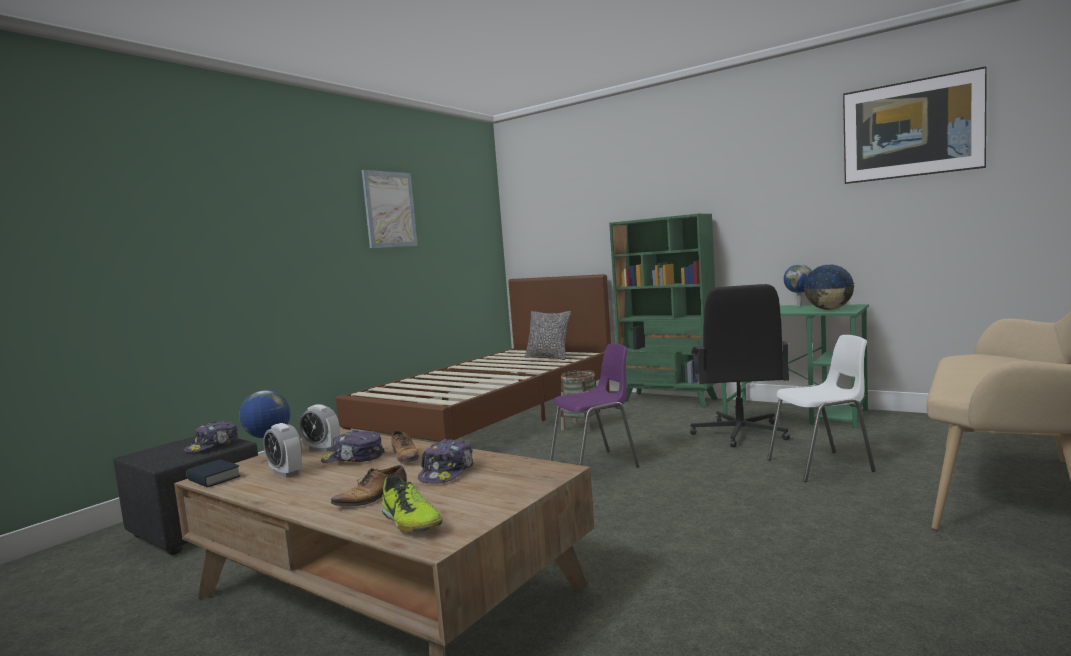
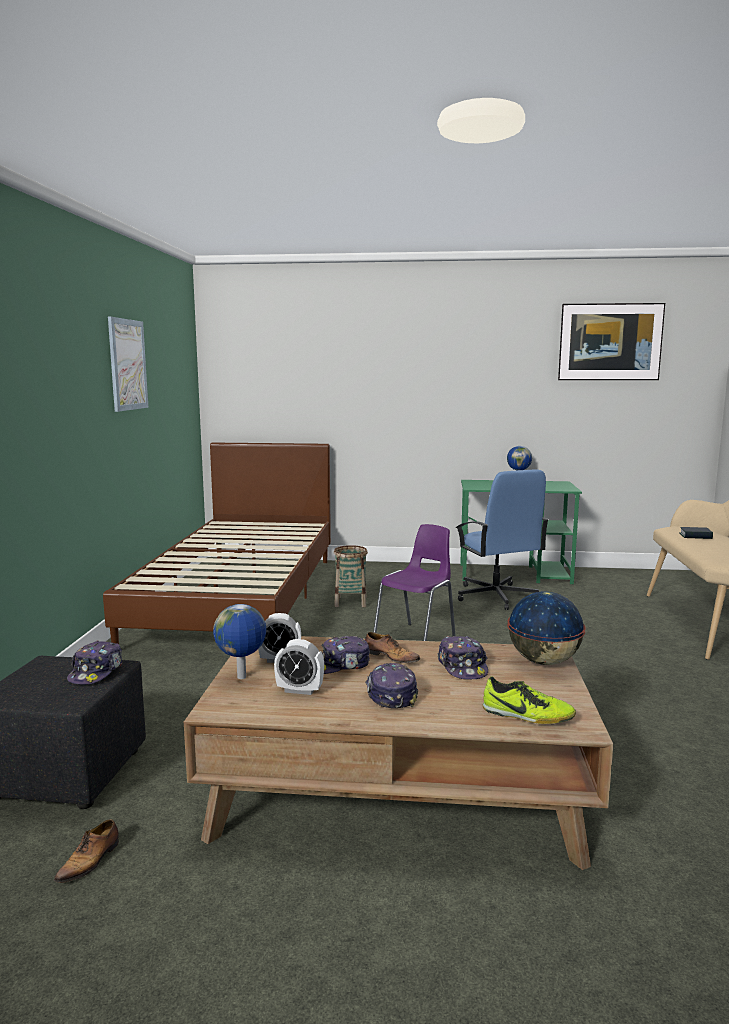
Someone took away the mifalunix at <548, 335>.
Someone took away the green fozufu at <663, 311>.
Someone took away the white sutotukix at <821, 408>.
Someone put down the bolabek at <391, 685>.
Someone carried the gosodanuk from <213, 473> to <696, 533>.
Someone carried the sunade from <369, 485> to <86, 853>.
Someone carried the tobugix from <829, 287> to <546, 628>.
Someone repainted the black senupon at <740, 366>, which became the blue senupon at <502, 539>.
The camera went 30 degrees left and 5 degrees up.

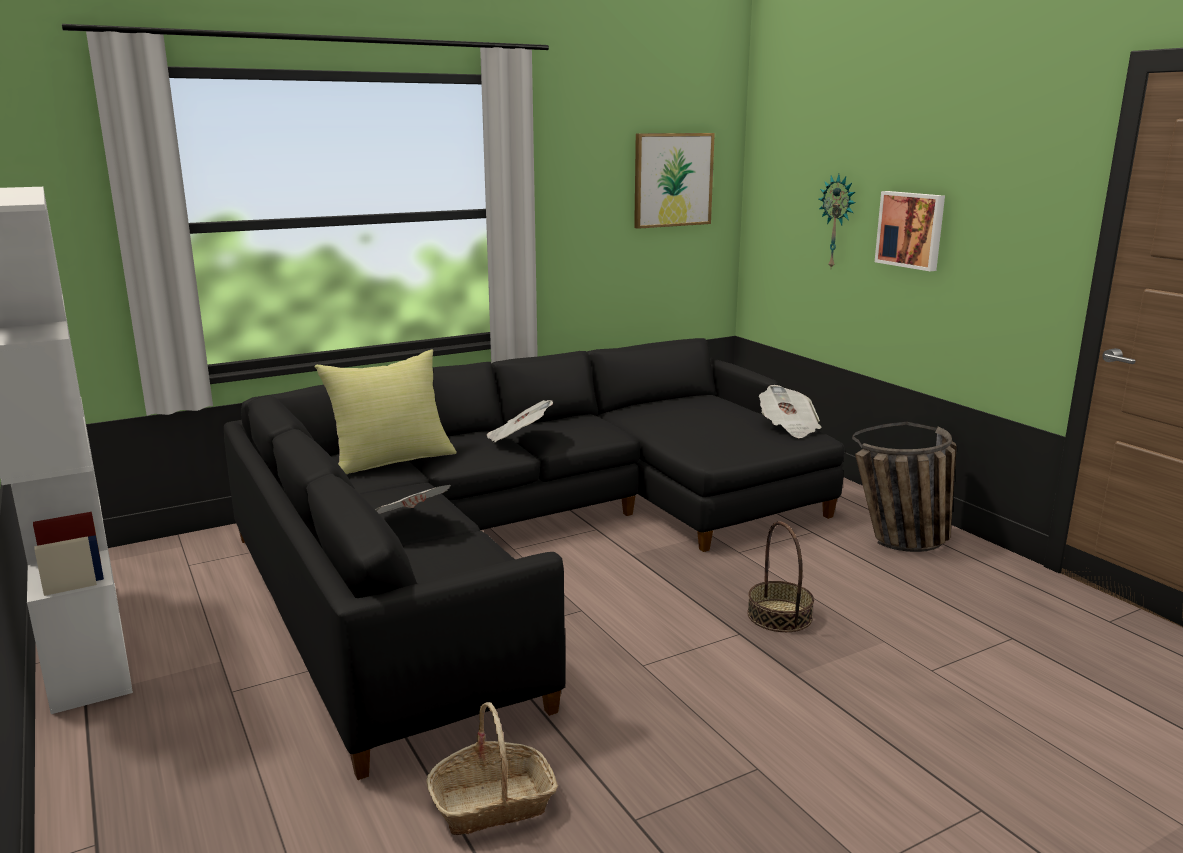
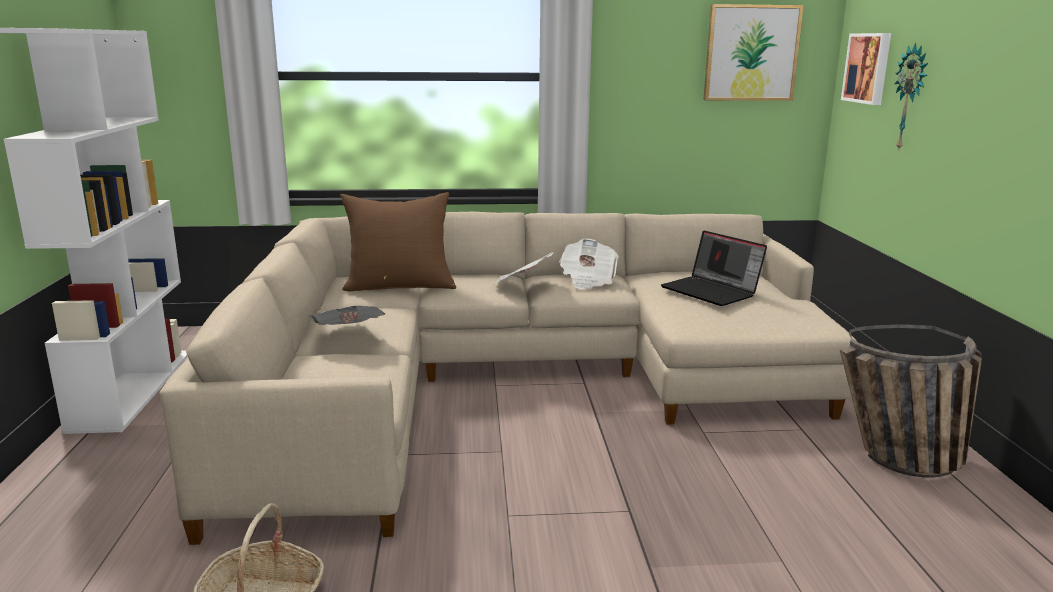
Someone took away the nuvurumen at <780, 576>.
Someone put down the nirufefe at <714, 268>.
Someone carried the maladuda from <790, 411> to <589, 263>.
Someone carried the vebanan from <910, 231> to <866, 69>.
Someone repainted the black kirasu at <534, 559>, which became the beige kirasu at <507, 378>.
Someone repainted the yellow mifalunix at <385, 411>, which became the brown mifalunix at <398, 242>.
The camera went 25 degrees right and 0 degrees up.

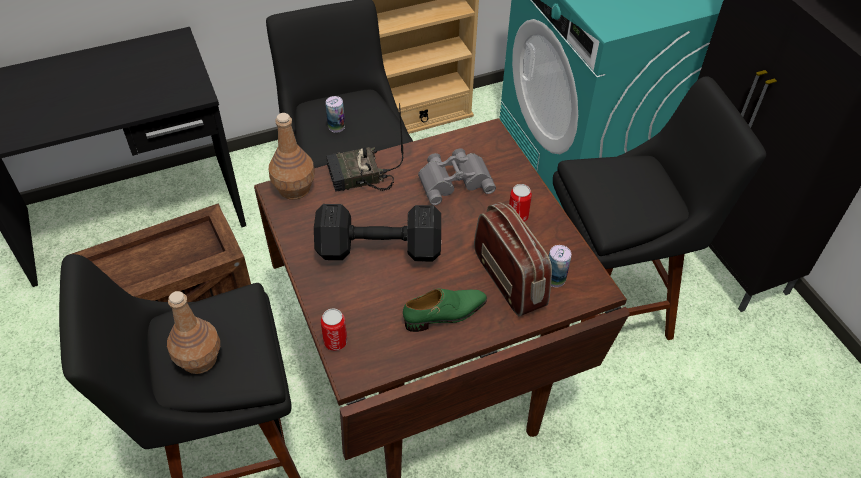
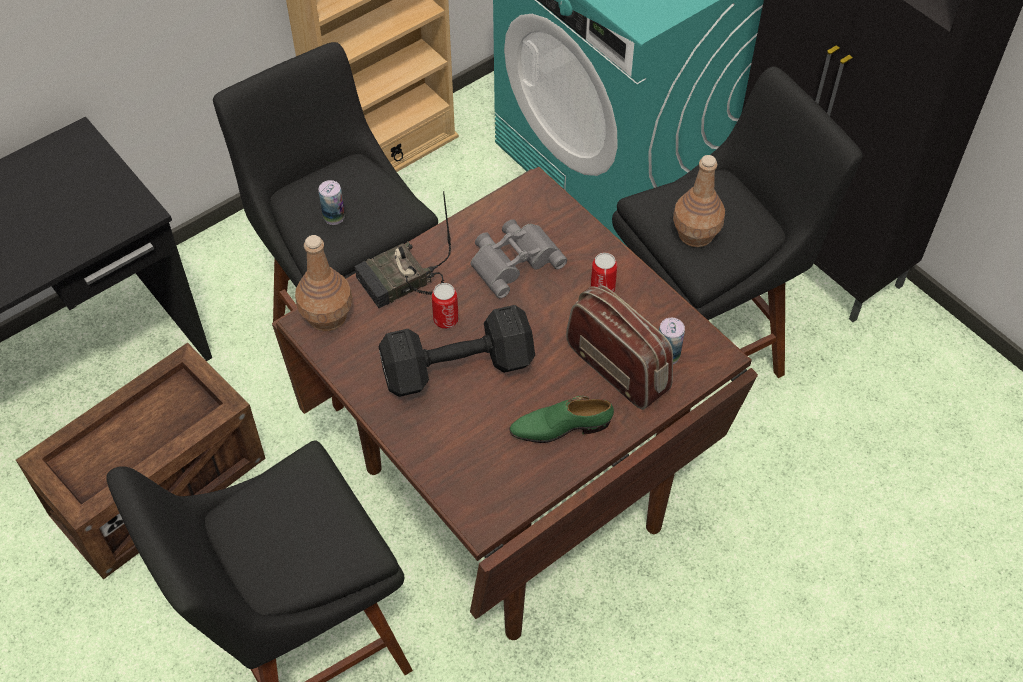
Someone carried the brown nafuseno from <193, 332> to <699, 201>.
Someone carried the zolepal from <334, 330> to <445, 306>.
Someone rotated the green sunade at <445, 310> by 150 degrees counterclockwise.
The camera went 15 degrees left and 5 degrees up.

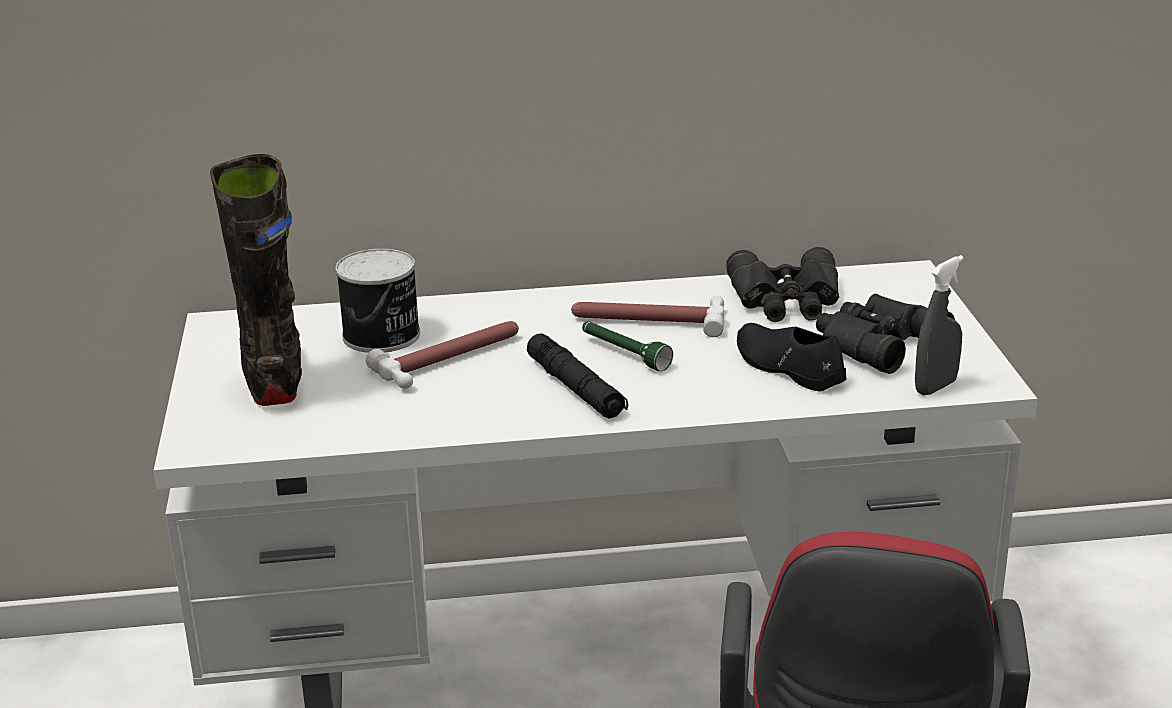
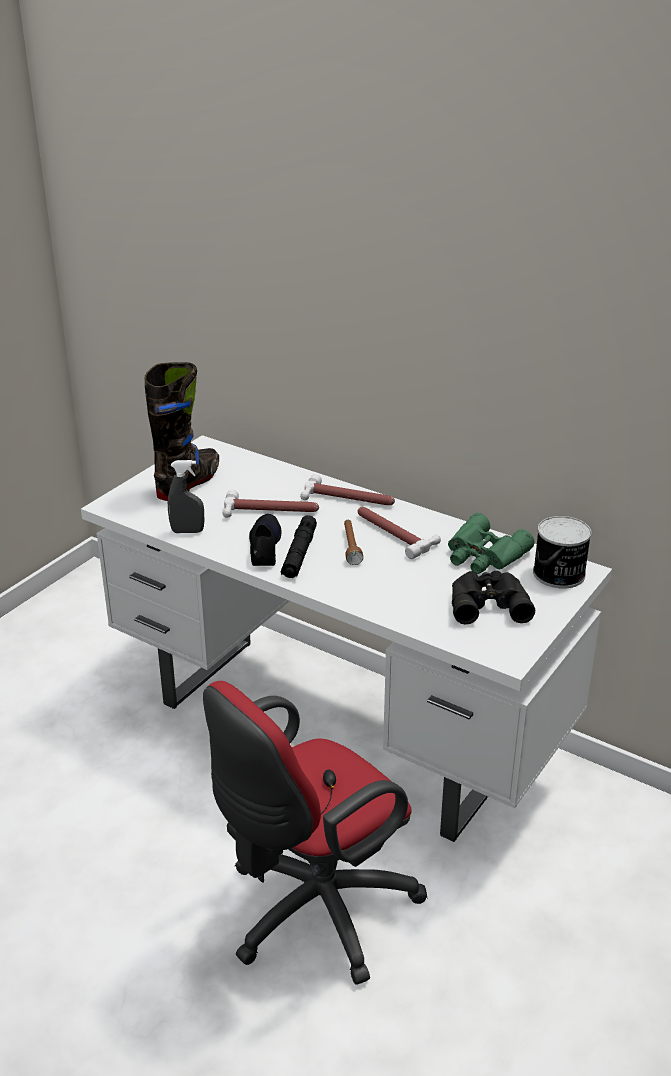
Someone put down the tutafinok at <347, 489>.
Someone carried the zolepal from <377, 301> to <562, 552>.
Someone carried the black sunade from <791, 357> to <265, 540>.
Someone carried the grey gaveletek from <939, 325> to <186, 496>.
Someone repainted the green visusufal at <627, 346>, which became the brown visusufal at <353, 542>.
Someone repainted the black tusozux at <782, 284>, which became the green tusozux at <491, 543>.
The camera went 40 degrees right and 5 degrees up.

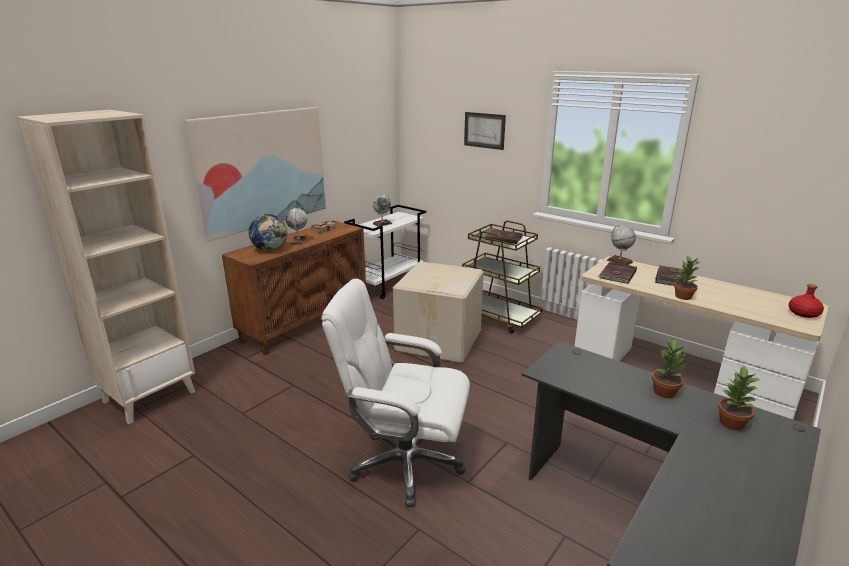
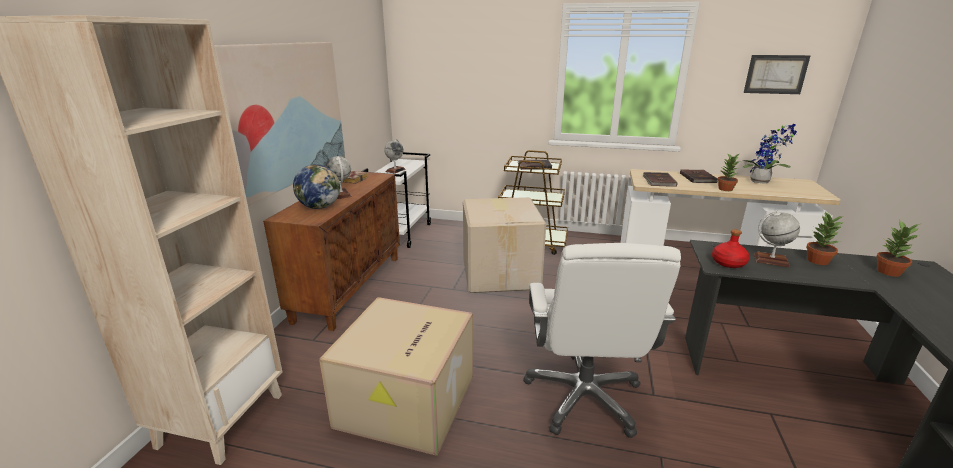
Someone put down the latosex at <396, 376>.
Someone put down the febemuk at <770, 154>.
Someone carried the vebanan from <485, 131> to <777, 74>.
Someone carried the tobugix from <621, 245> to <777, 239>.
Someone carried the red nafuseno from <806, 301> to <731, 248>.
Someone rotated the white senupon at <395, 393> by 75 degrees counterclockwise.
The camera went 25 degrees left and 0 degrees up.

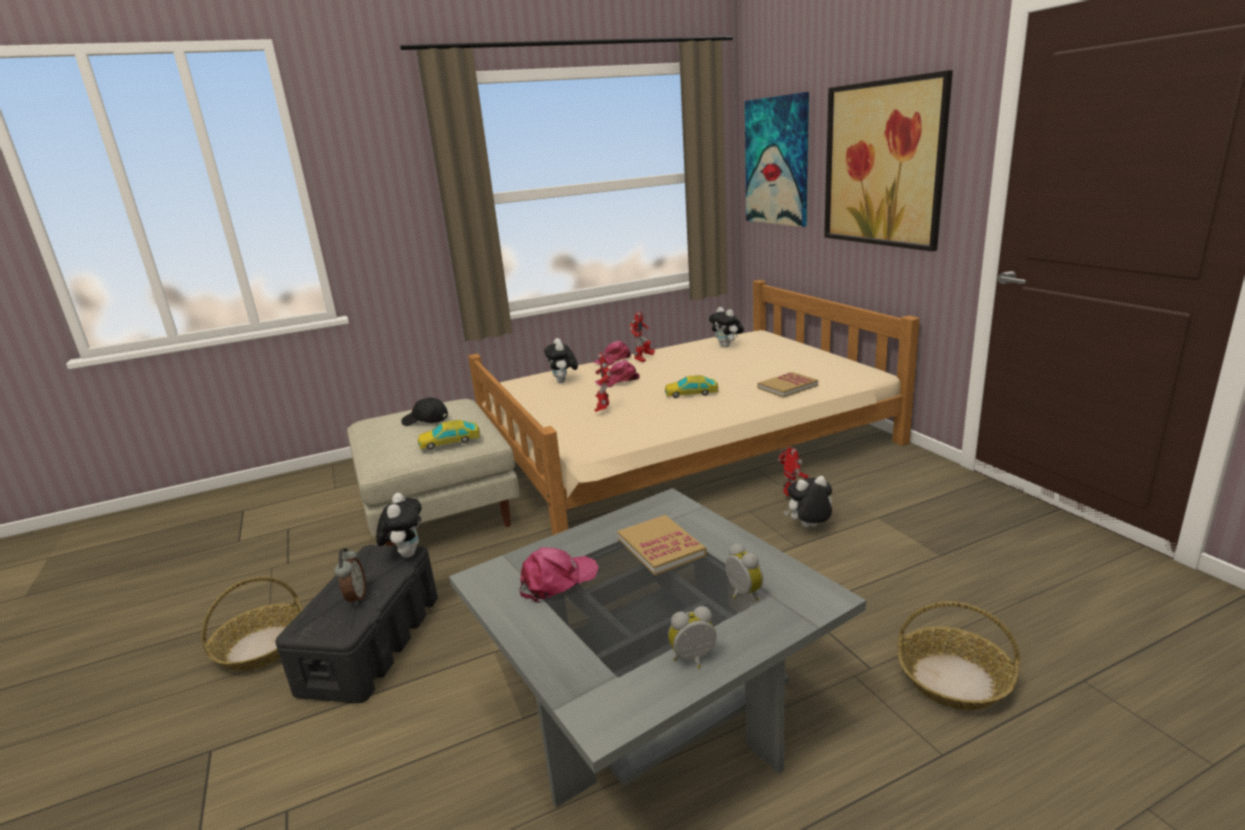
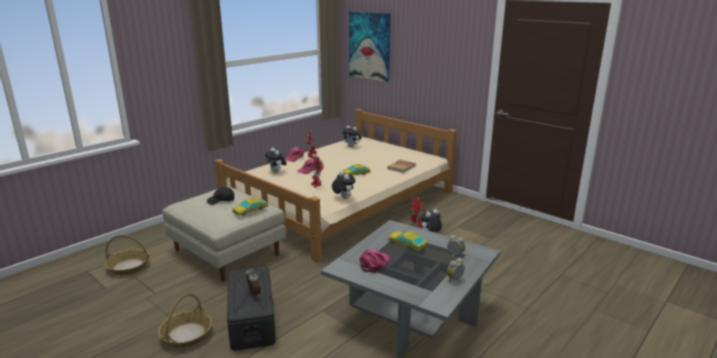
Someone took away the vebanan at <888, 160>.
Someone carried the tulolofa from <399, 525> to <343, 184>.
Someone carried the nuvurumen from <958, 656> to <127, 255>.
Someone swapped the gosodanuk at <662, 545> for the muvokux at <408, 241>.
The camera went 25 degrees left and 0 degrees up.

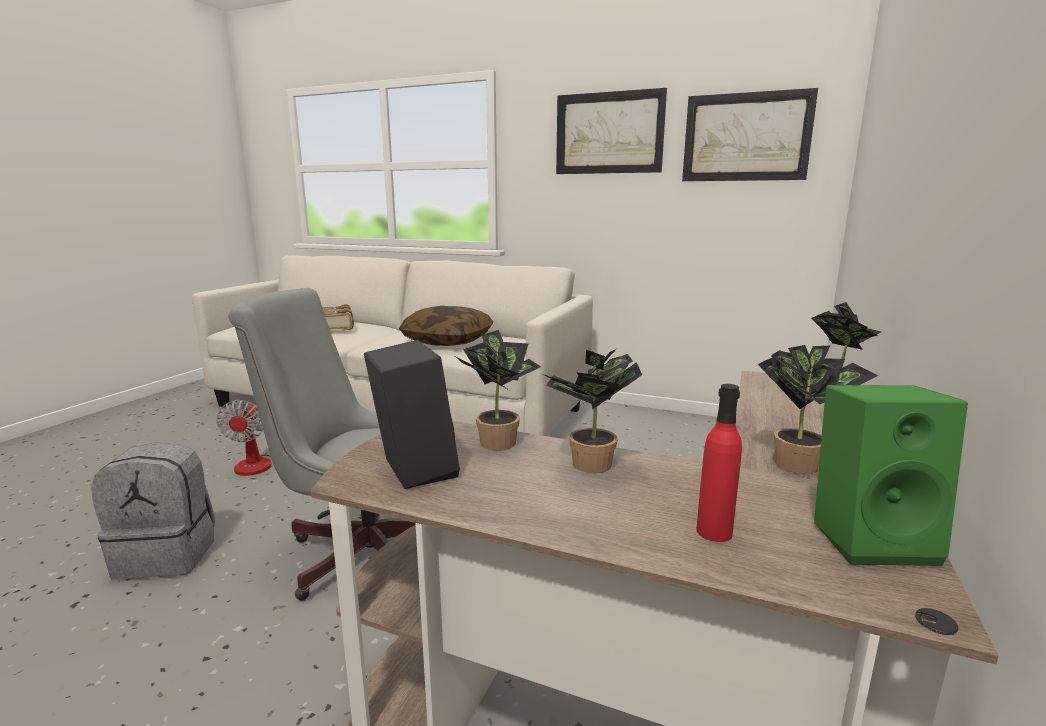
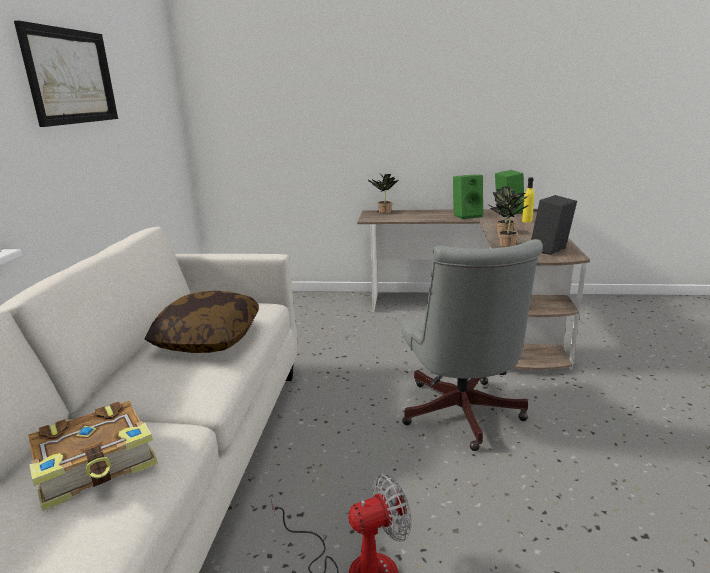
Someone took away the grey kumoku at <153, 511>.
Someone took away the vebanan at <750, 134>.
Someone swapped the febemuk at <818, 409> for the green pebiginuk at <468, 197>.
Someone repainted the red nafuseno at <719, 463>, which became the yellow nafuseno at <528, 199>.
The camera went 105 degrees left and 5 degrees up.

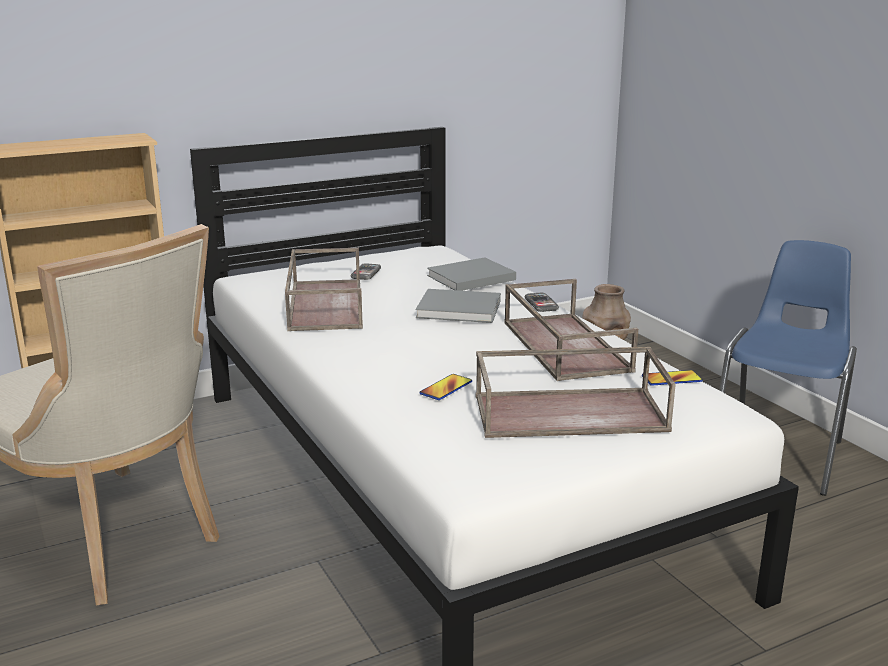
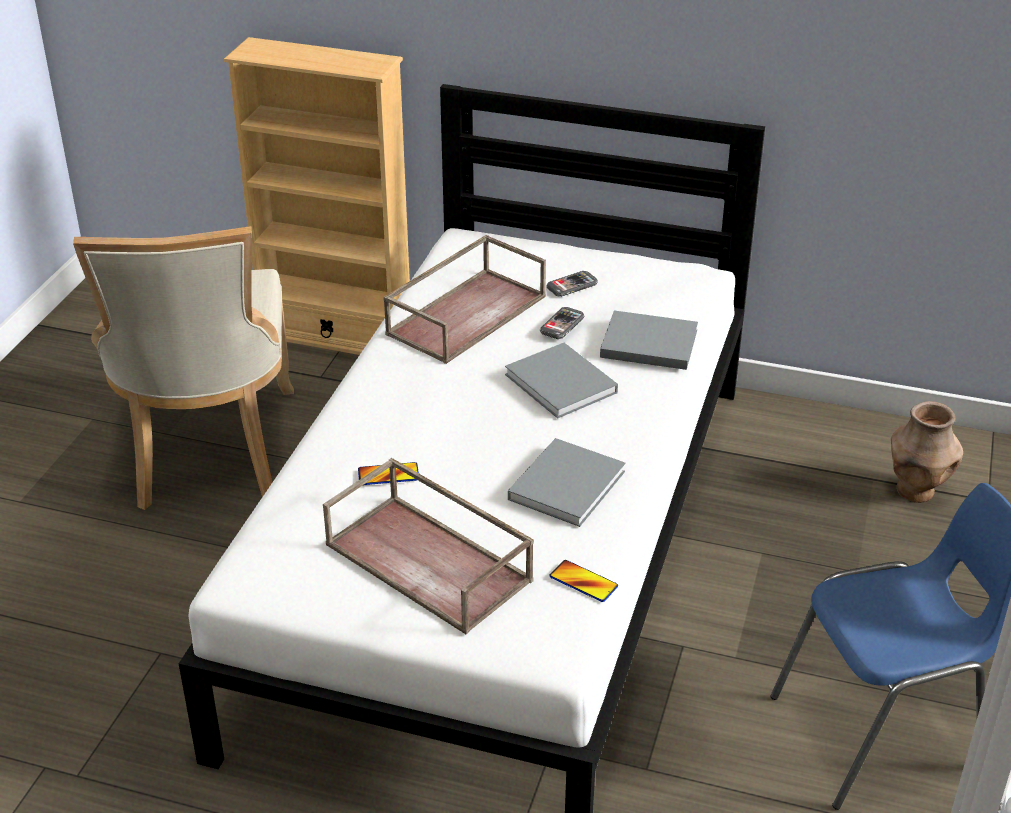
Someone carried the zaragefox from <541, 302> to <562, 323>.
Someone swapped the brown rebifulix at <571, 330> for the grey gosodanuk at <567, 482>.
The camera went 45 degrees right and 15 degrees up.

